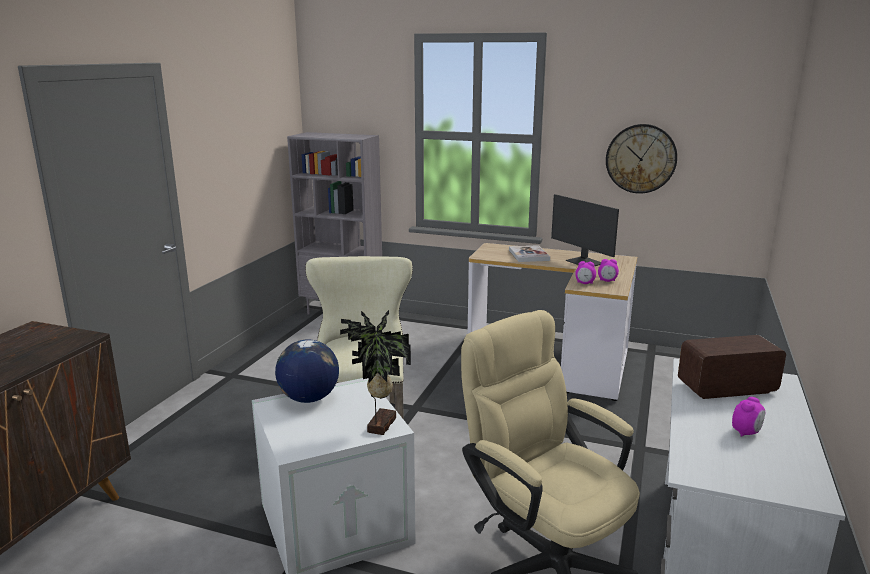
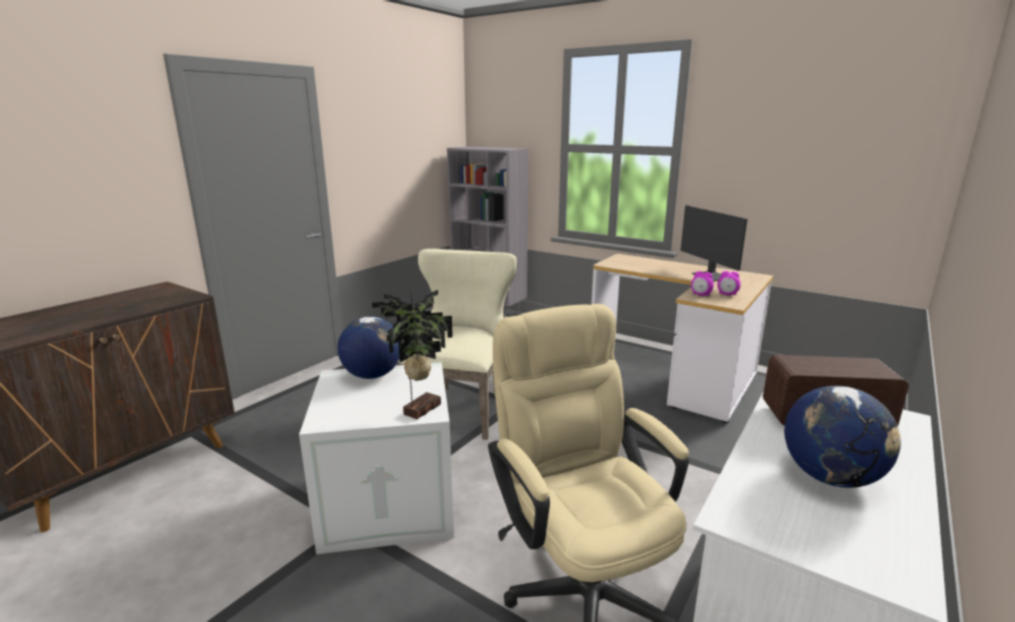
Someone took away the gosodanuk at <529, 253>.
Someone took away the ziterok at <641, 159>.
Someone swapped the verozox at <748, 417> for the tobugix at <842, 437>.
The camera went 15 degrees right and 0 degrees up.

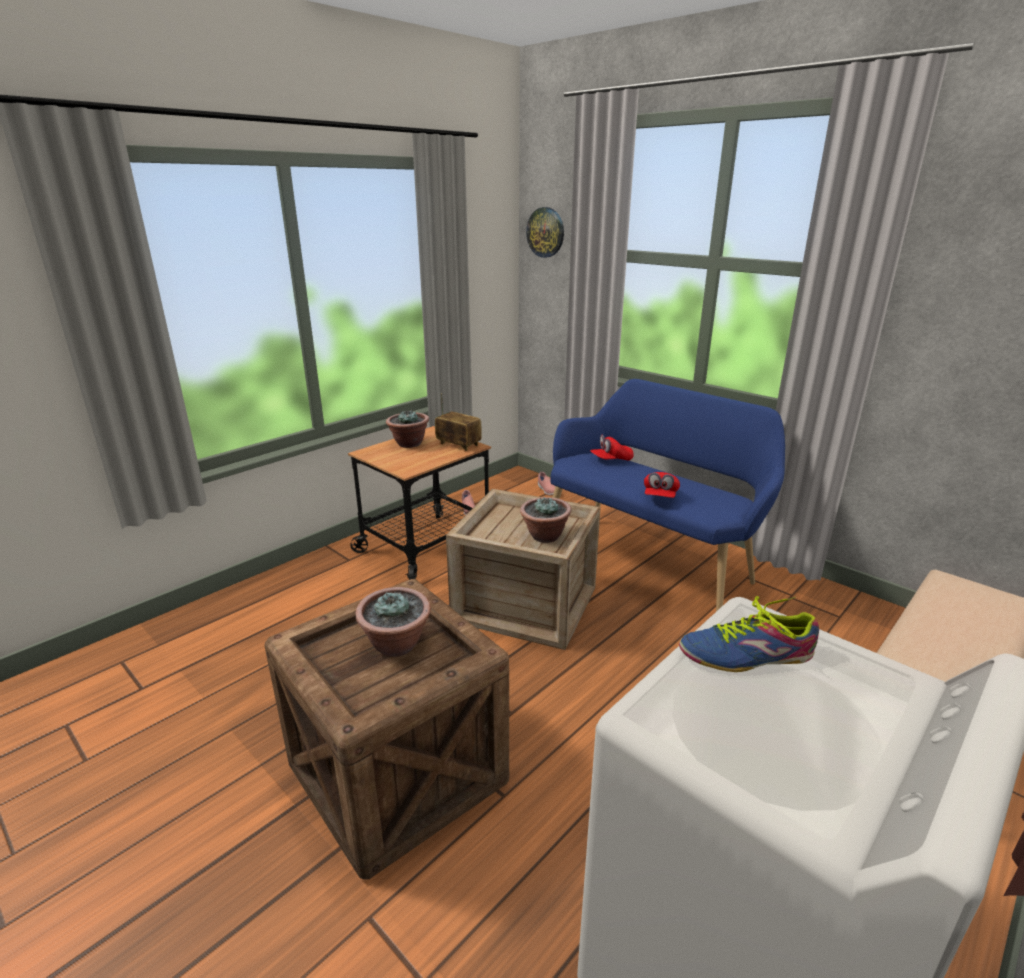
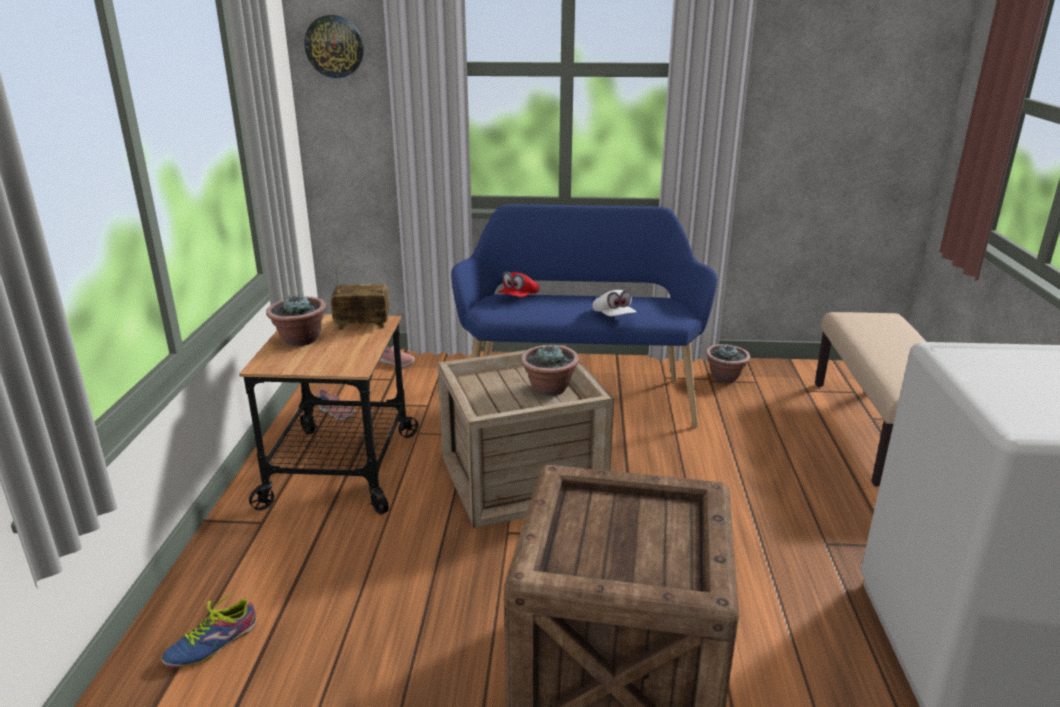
Someone carried the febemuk from <393, 622> to <728, 363>.
Someone carried the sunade from <749, 634> to <209, 629>.
Someone repainted the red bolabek at <662, 485>, which became the white bolabek at <614, 303>.
The camera went 40 degrees left and 0 degrees up.

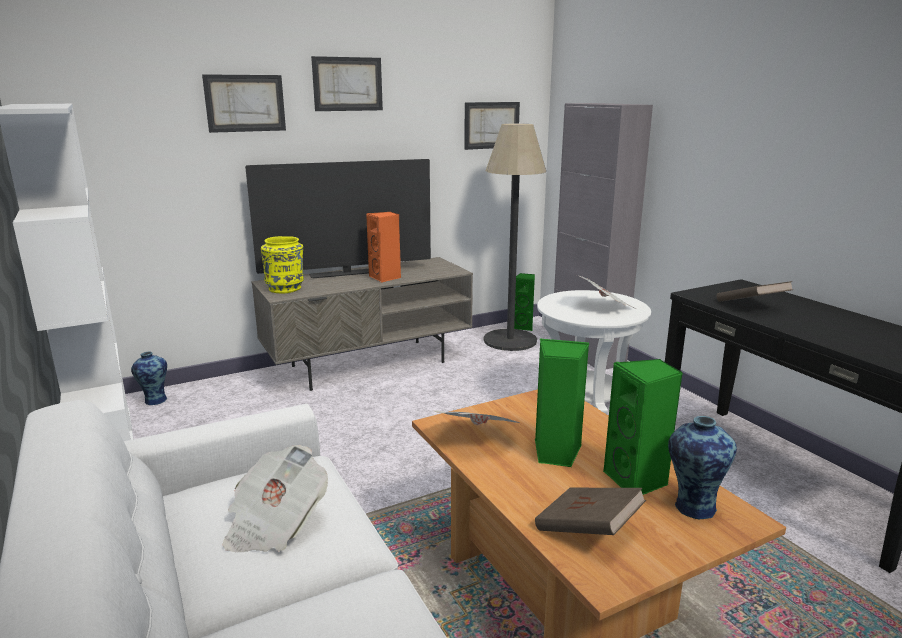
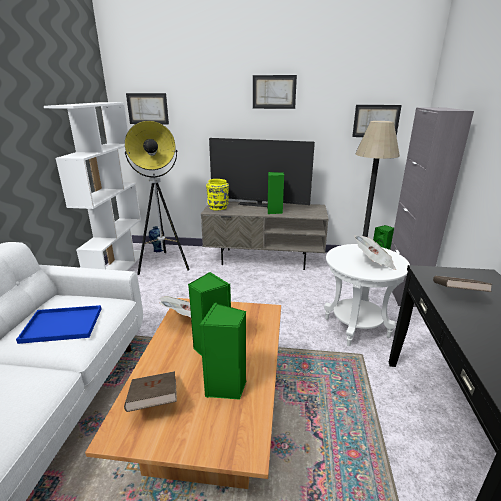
Someone took away the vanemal at <702, 467>.
Someone put down the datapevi at <157, 198>.
Someone carried the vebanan from <244, 103> to <147, 109>.
Someone swapped the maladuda at <275, 498> for the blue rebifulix at <58, 324>.
Someone repainted the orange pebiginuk at <383, 247>, which became the green pebiginuk at <276, 193>.
The camera went 35 degrees right and 5 degrees up.

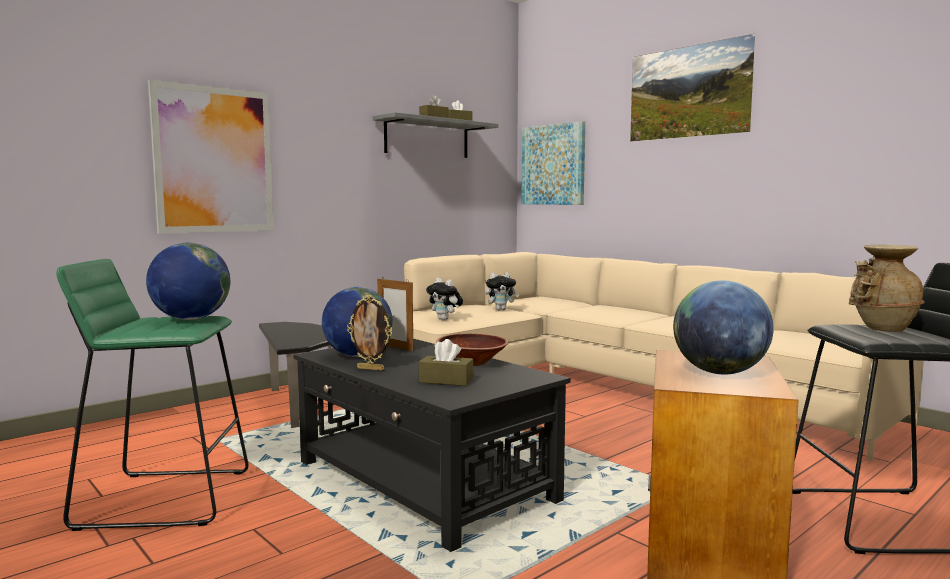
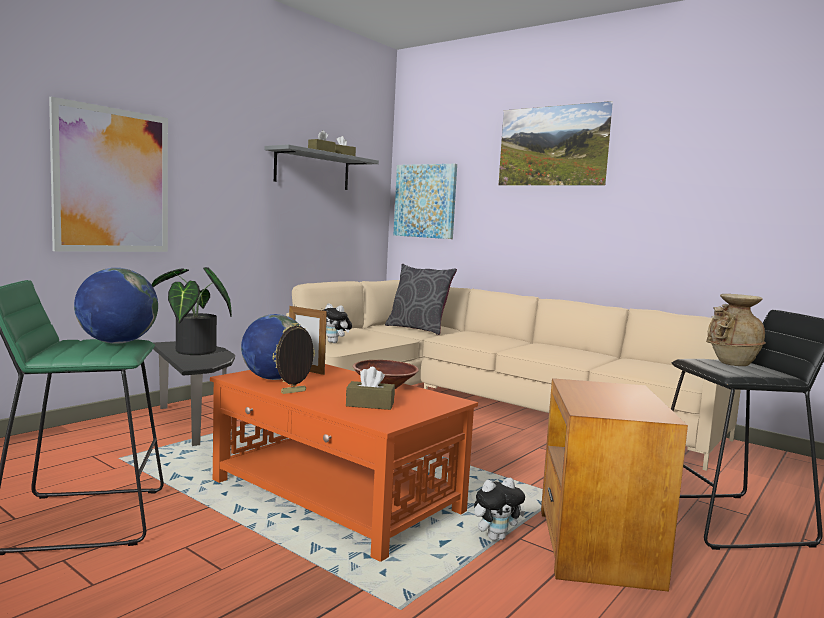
Someone took away the tobugix at <723, 328>.
Someone put down the febemuk at <191, 311>.
Someone put down the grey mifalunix at <421, 299>.
Someone carried the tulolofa from <502, 291> to <499, 509>.
Someone repainted the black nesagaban at <431, 445>, which became the orange nesagaban at <344, 463>.
Someone rotated the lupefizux at <370, 333> by 135 degrees clockwise.
The camera went 10 degrees left and 0 degrees up.

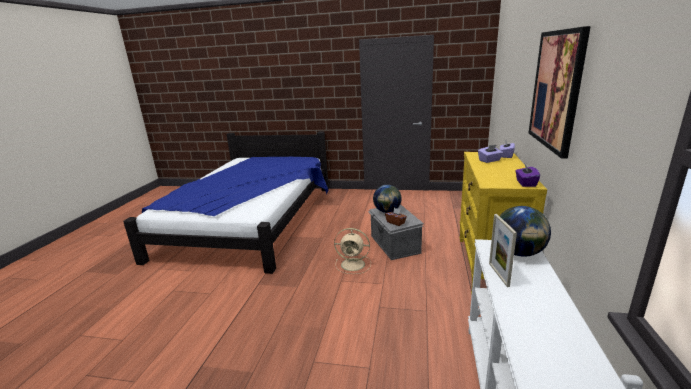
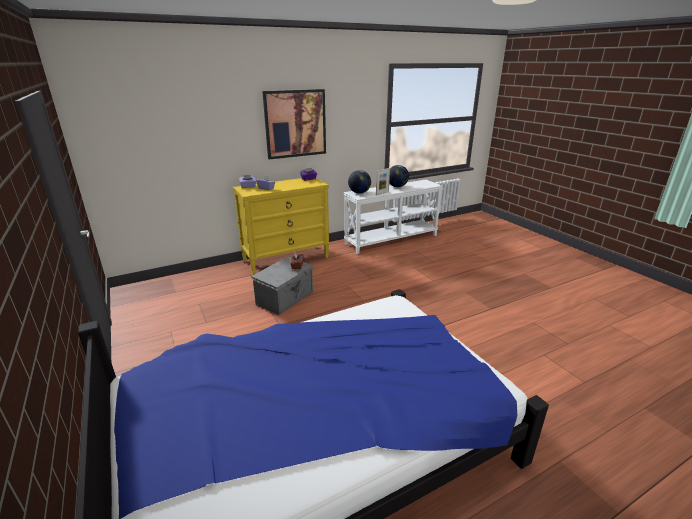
Someone took away the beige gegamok at <352, 251>.
Someone carried the tobugix from <387, 199> to <399, 176>.
The camera went 130 degrees left and 5 degrees up.

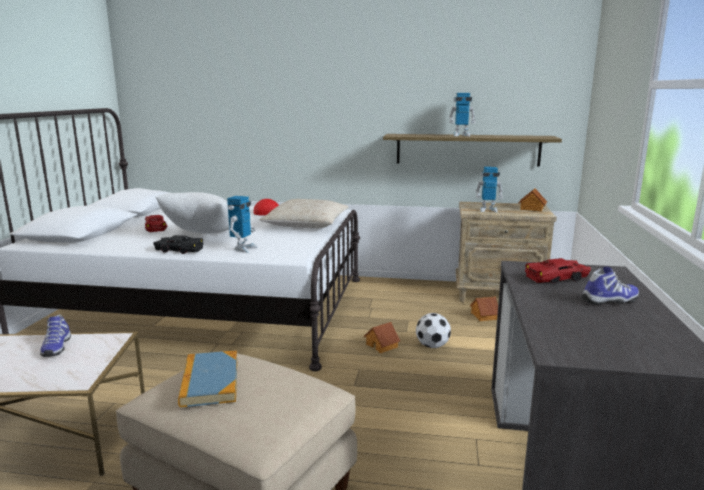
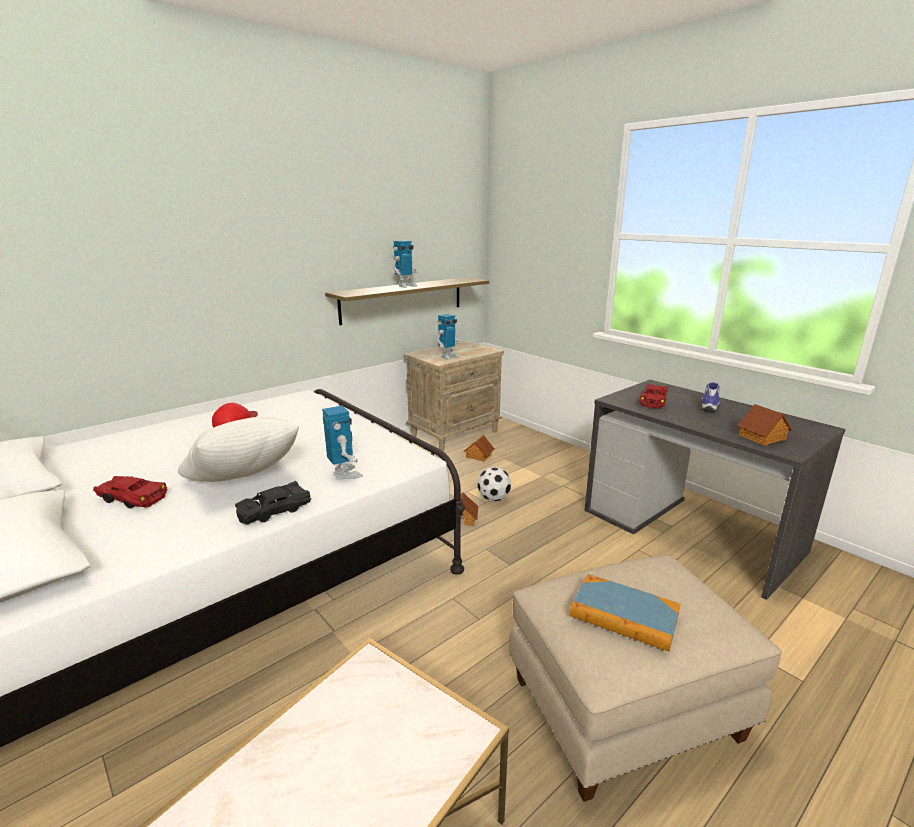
Someone took away the sunade at <55, 336>.
Someone took away the beige mifalunix at <304, 213>.
Someone carried the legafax from <533, 200> to <765, 425>.
The camera went 50 degrees left and 5 degrees up.

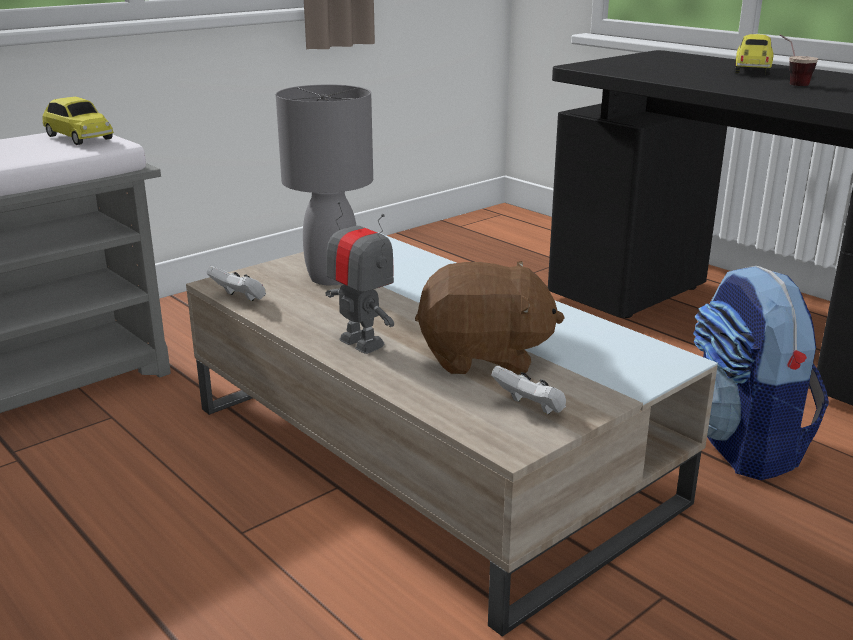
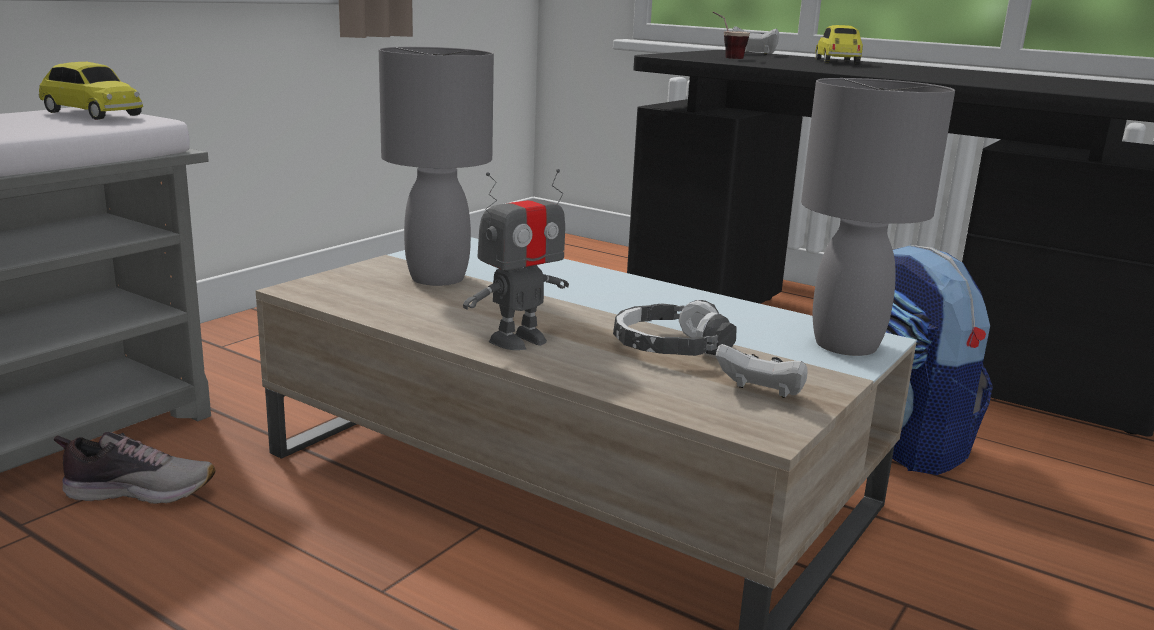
Someone put down the sunade at <134, 468>.
Someone put down the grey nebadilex at <878, 217>.
Someone carried the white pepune from <236, 283> to <755, 40>.
Someone carried the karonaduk from <799, 60> to <731, 35>.
Someone swapped the brown tulolofa at <490, 318> for the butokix at <675, 328>.
Someone rotated the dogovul at <360, 277> by 105 degrees clockwise.
The camera went 15 degrees left and 5 degrees down.

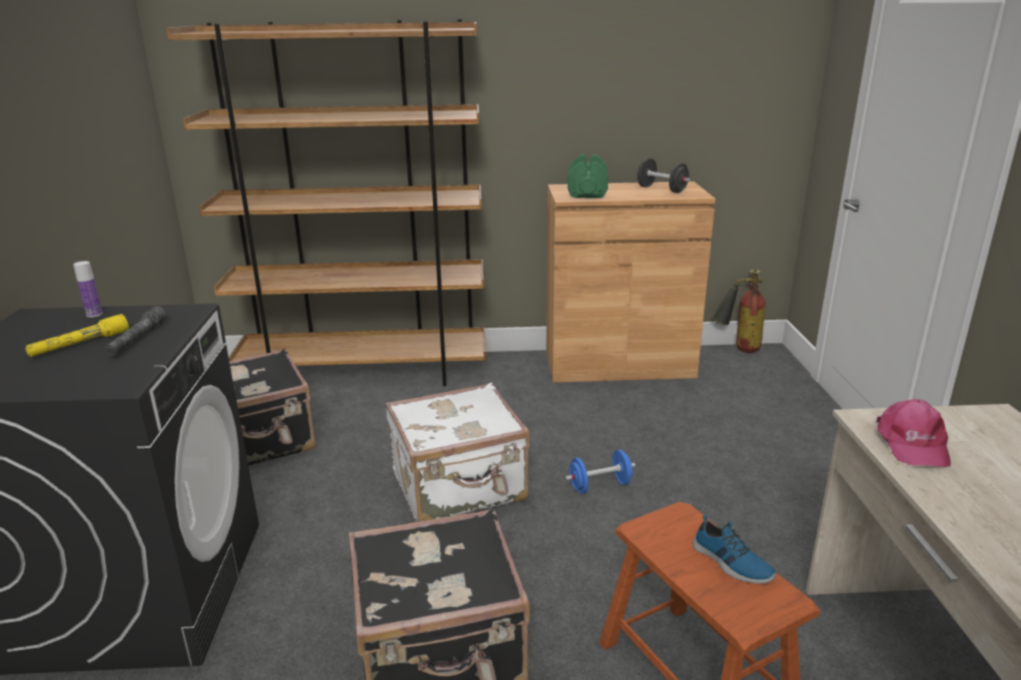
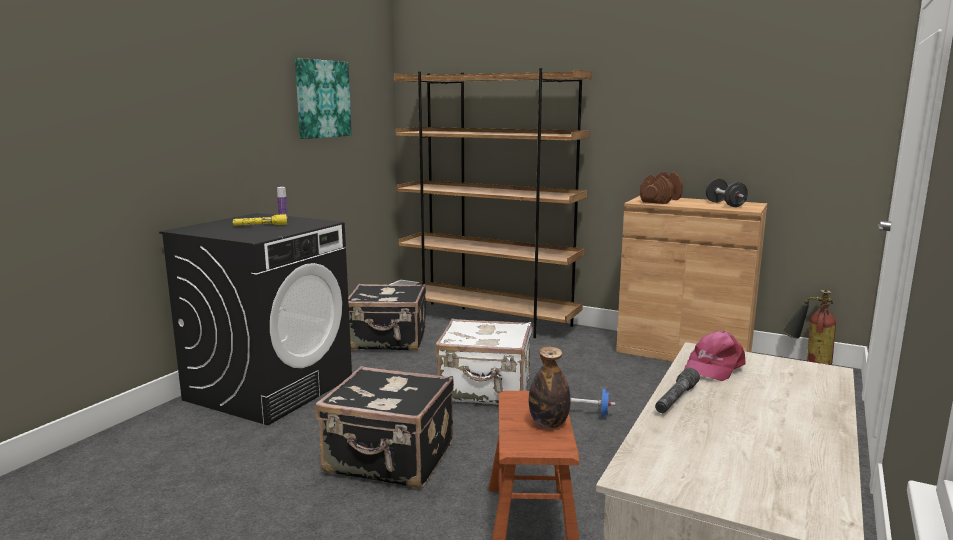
Someone put up the vebanan at <323, 98>.
Someone carried the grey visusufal from <136, 331> to <677, 390>.
Someone swapped the sunade at <734, 549> for the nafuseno at <549, 387>.
Someone repainted the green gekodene at <587, 176>, which became the brown gekodene at <661, 188>.
The camera went 30 degrees right and 10 degrees down.

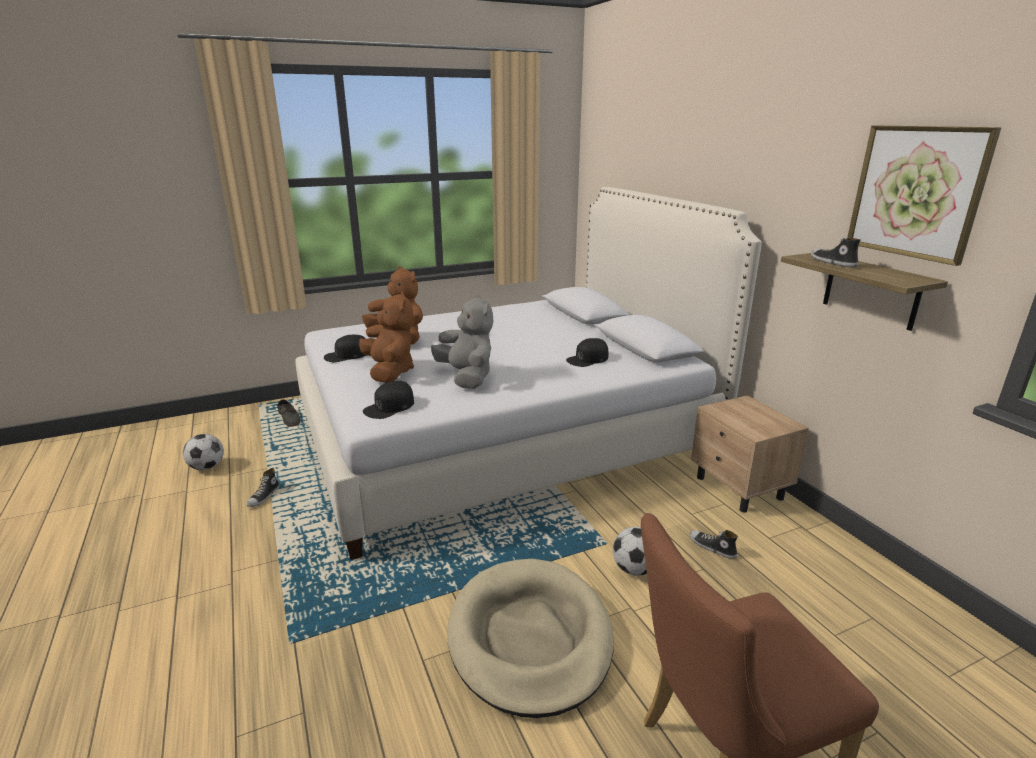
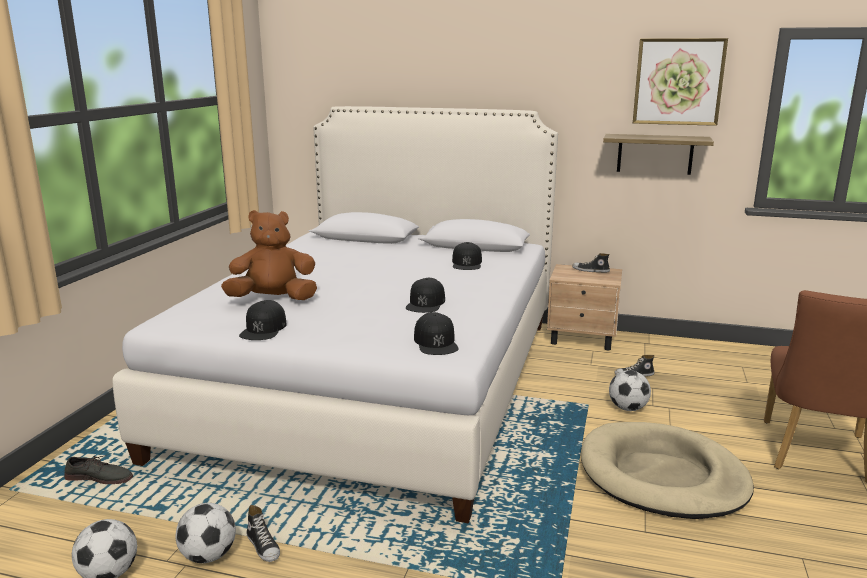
Someone took away the brown tulolofa at <386, 337>.
Someone put down the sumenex at <206, 533>.
Someone carried the sunade from <836, 253> to <591, 263>.
Someone swapped the grey tulolofa at <462, 341> for the black bolabek at <425, 295>.
The camera went 50 degrees left and 5 degrees down.

